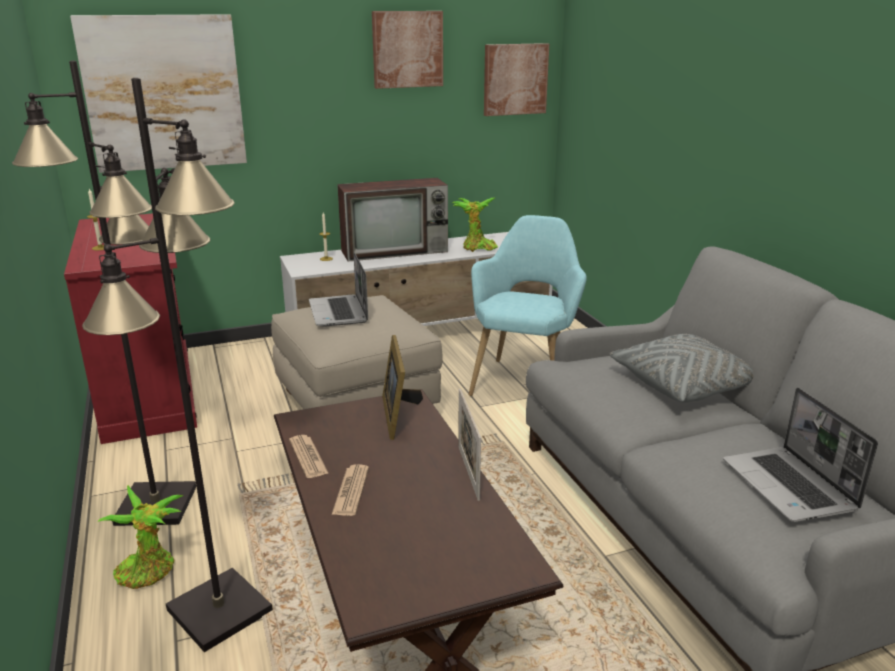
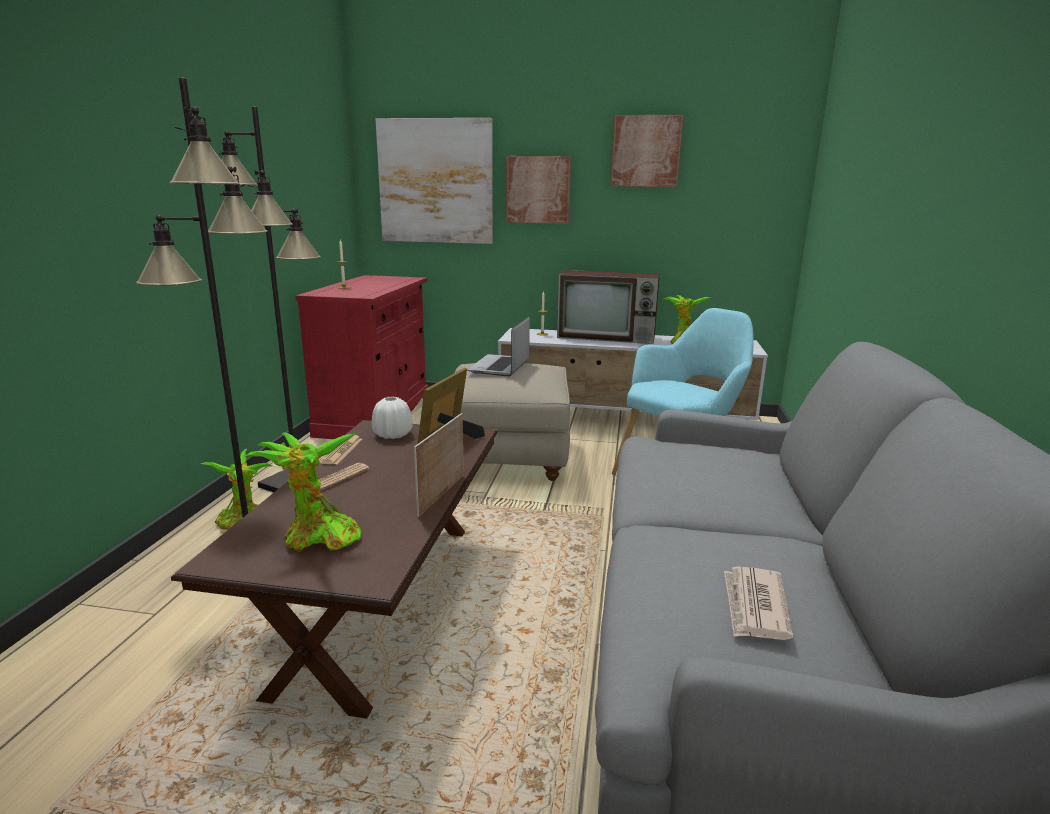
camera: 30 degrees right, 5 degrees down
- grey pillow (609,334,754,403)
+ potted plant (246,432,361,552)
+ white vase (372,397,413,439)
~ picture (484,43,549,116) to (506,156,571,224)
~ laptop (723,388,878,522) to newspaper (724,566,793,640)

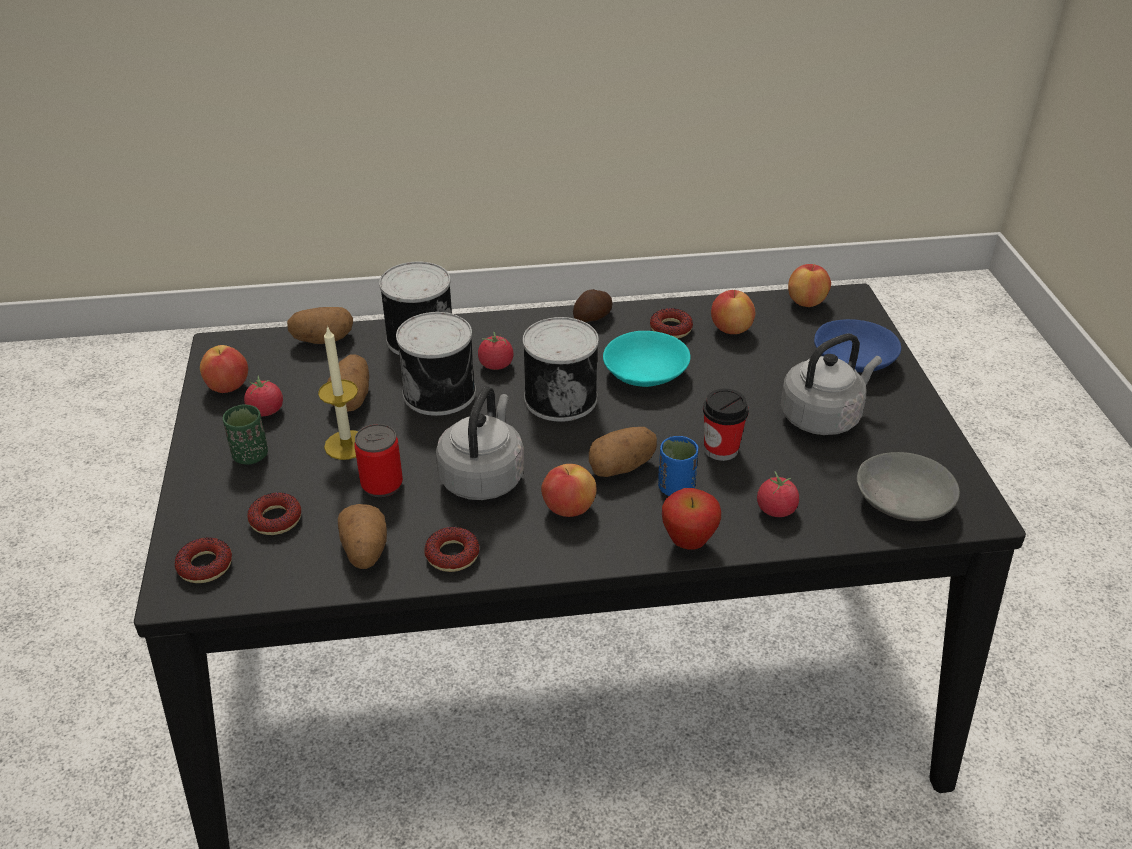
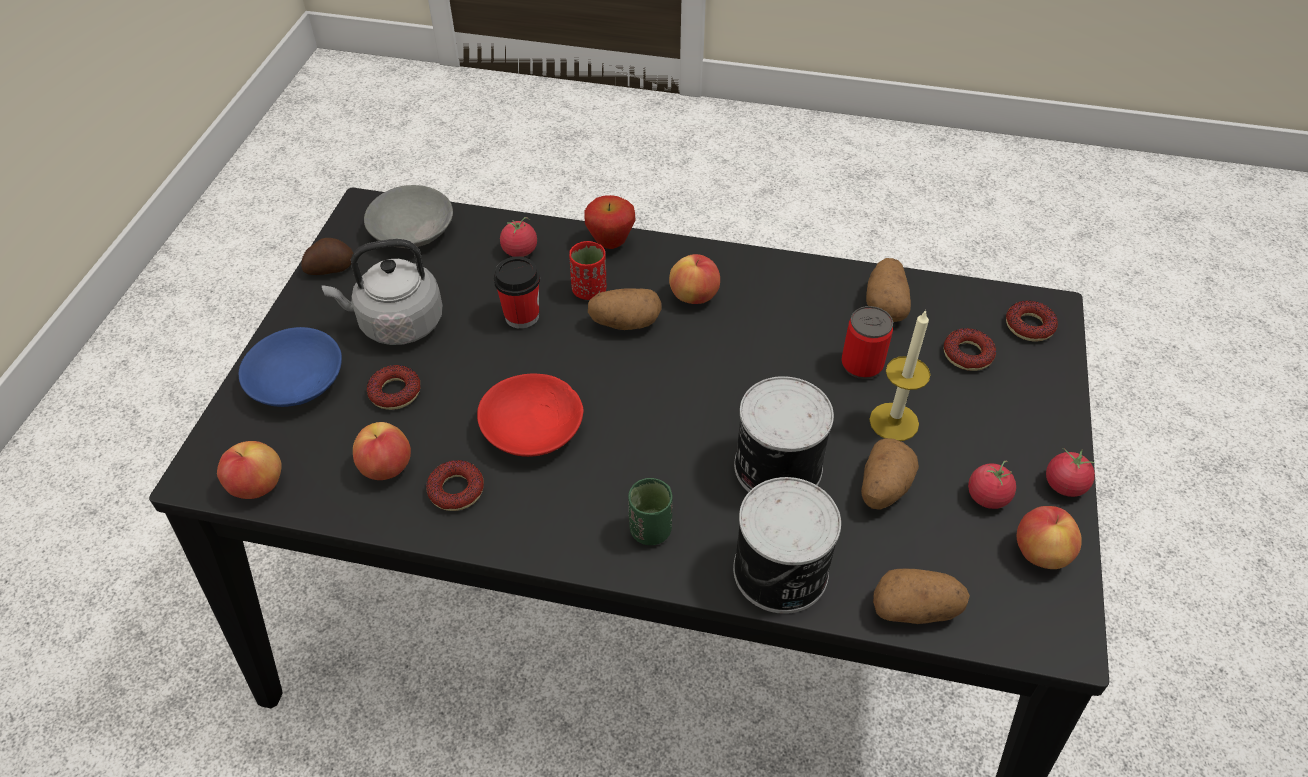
camera: 160 degrees left, 10 degrees up
- grey kettle (436,386,524,500)
- can (523,317,599,422)
~ green cup (223,404,268,465) to (628,478,673,545)
~ donut (424,527,479,572) to (367,365,420,410)
~ tomato (478,332,513,370) to (1046,448,1095,497)
~ potato (573,289,612,322) to (301,238,353,275)
~ turquoise bowl (603,331,691,387) to red bowl (477,374,584,457)
~ blue cup (658,436,698,496) to red cup (569,241,606,300)

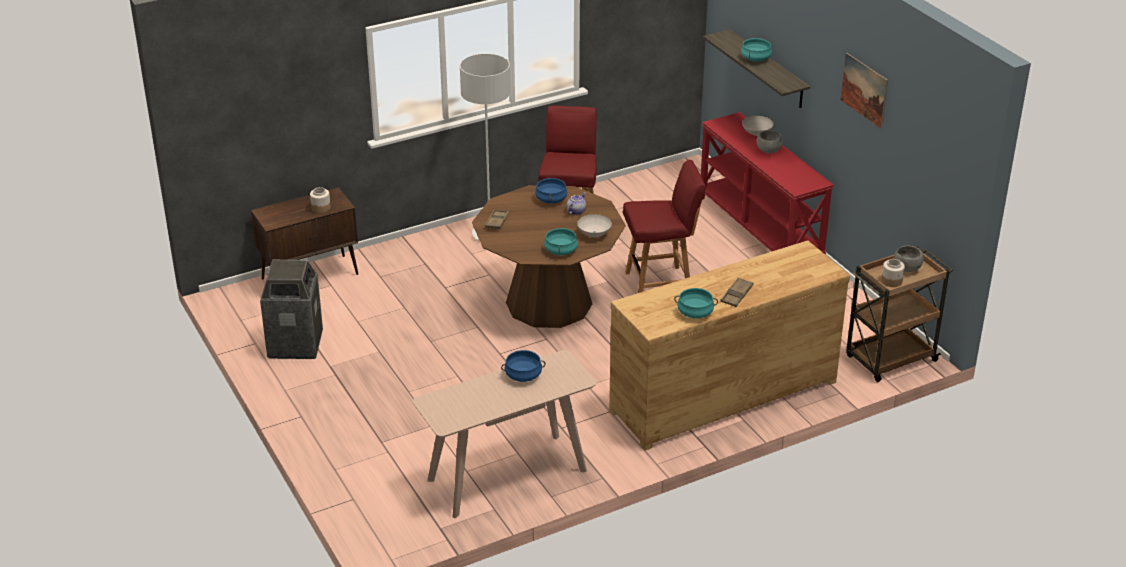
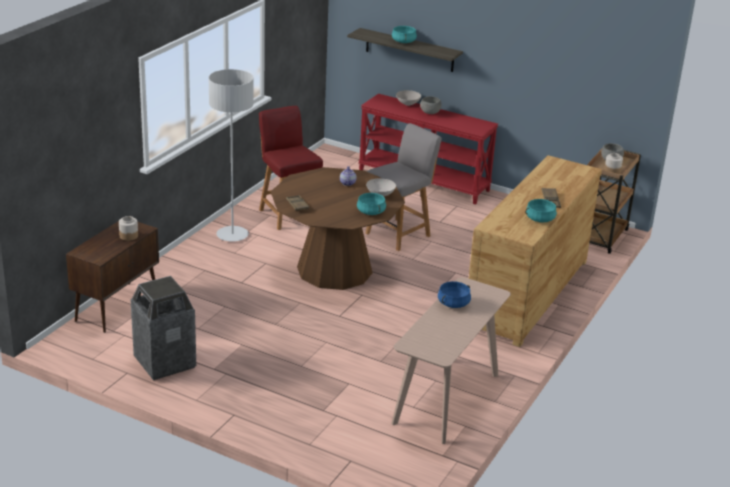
camera: 35 degrees left, 5 degrees down
- blue cooking pot (535,178,567,204)
- picture (841,53,888,128)
~ red chair (623,160,706,293) to grey chair (365,123,442,251)

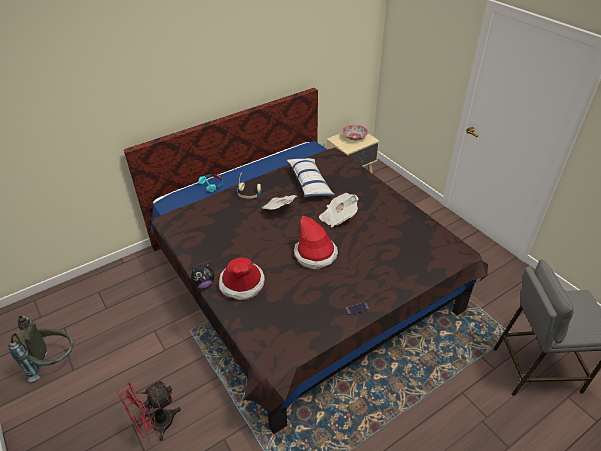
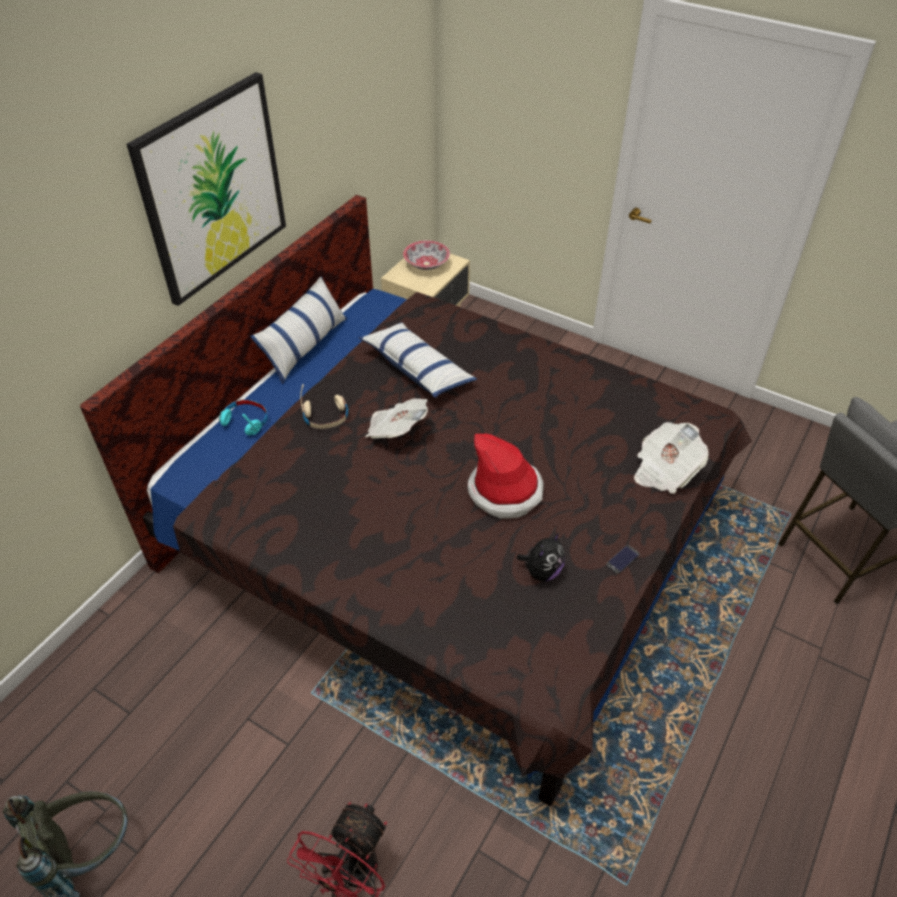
camera: 25 degrees left, 5 degrees up
- hat (219,258,265,300)
+ picture (127,72,286,306)
+ pillow (250,277,347,384)
~ plush toy (191,263,214,289) to (517,533,565,581)
~ newspaper (319,193,359,227) to (634,422,709,494)

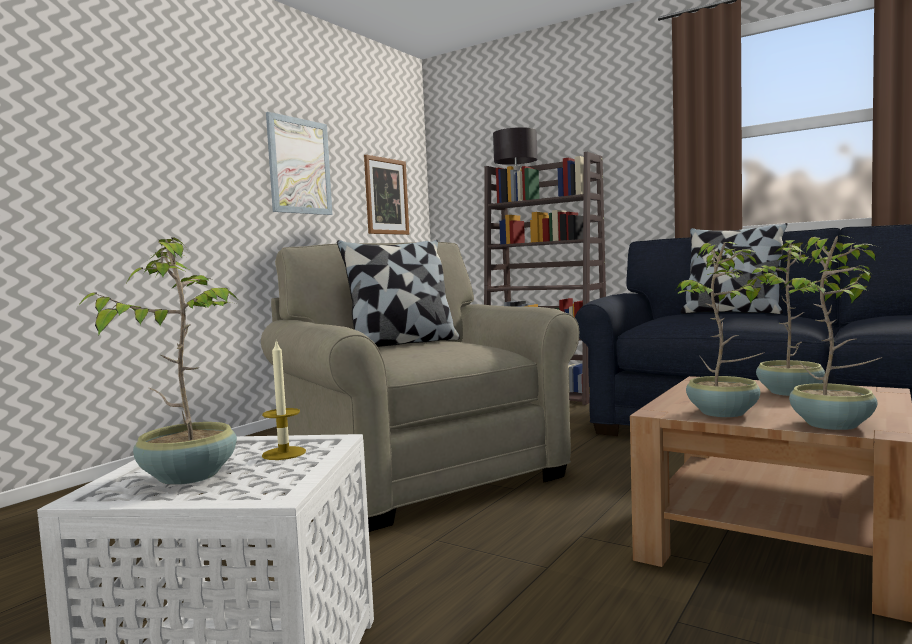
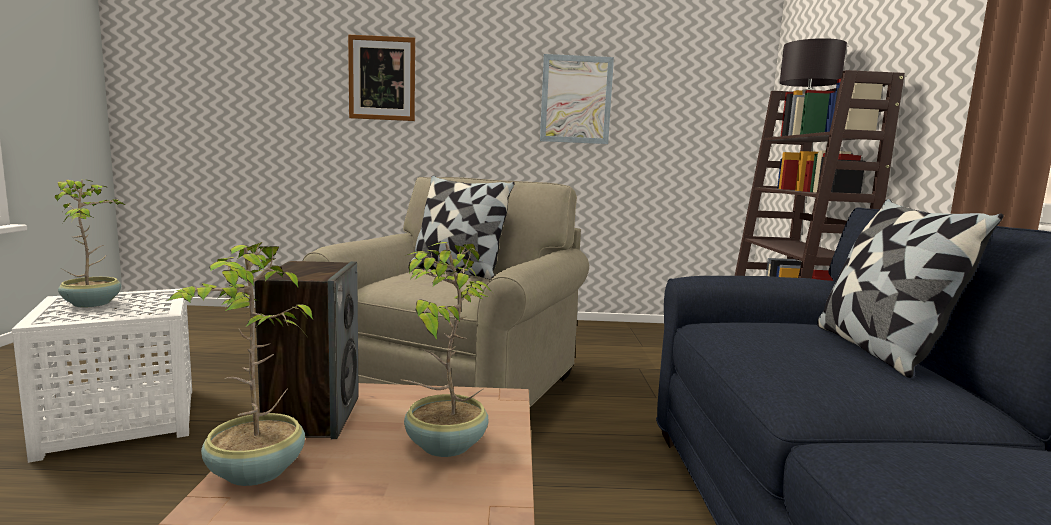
camera: 55 degrees right, 5 degrees up
- candle (262,339,306,460)
~ picture (364,155,409,235) to (348,35,415,121)
~ potted plant (676,242,767,417) to speaker (254,261,358,439)

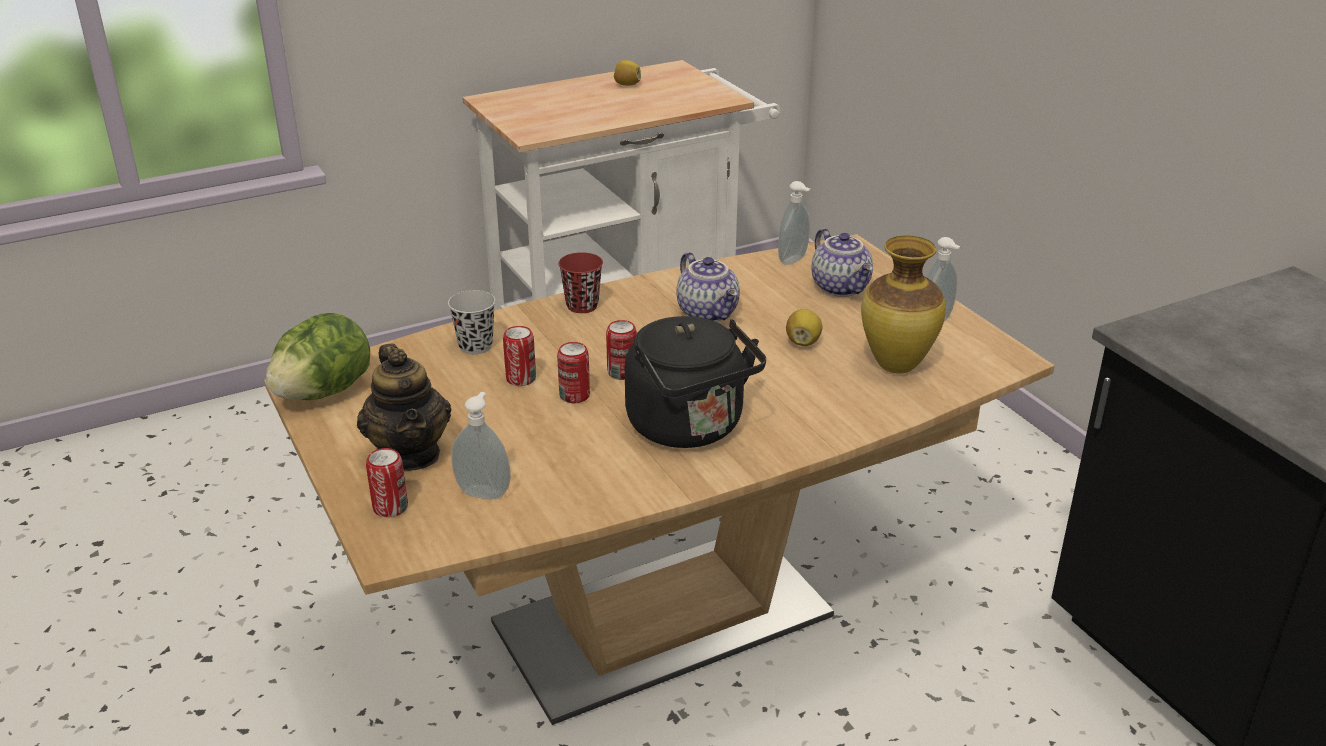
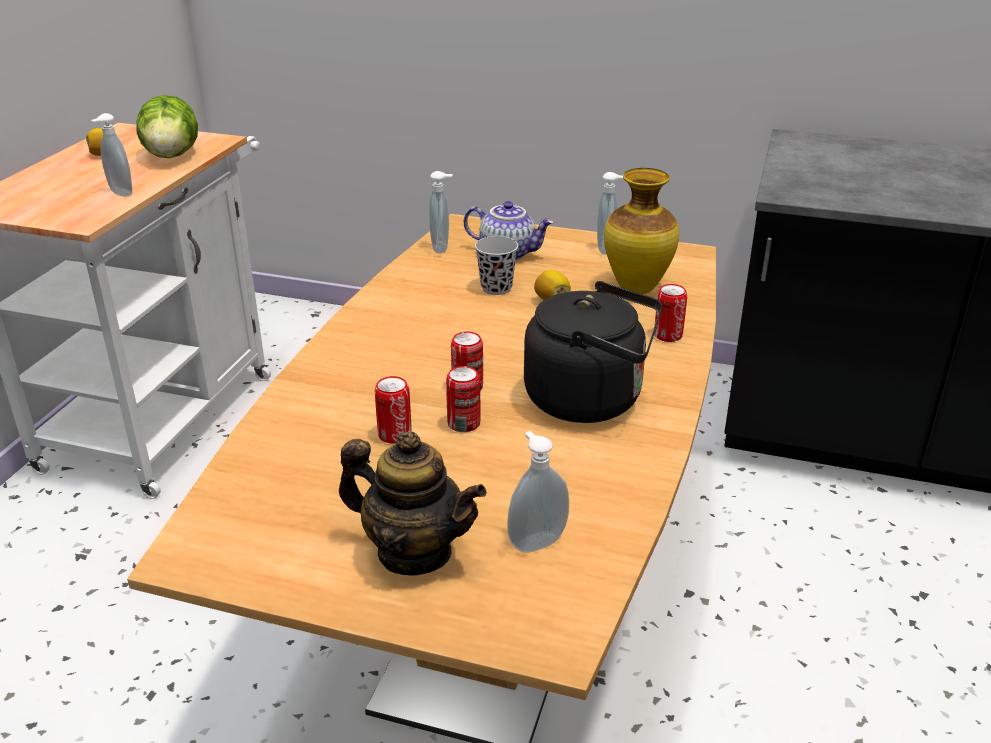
camera: 45 degrees left, 0 degrees up
- red cup (558,252,603,313)
- teapot (676,252,740,322)
+ soap dispenser (91,113,132,197)
~ lettuce (266,313,370,400) to (136,95,198,158)
~ can (366,448,408,517) to (654,284,687,342)
~ black cup (448,290,496,355) to (475,236,518,295)

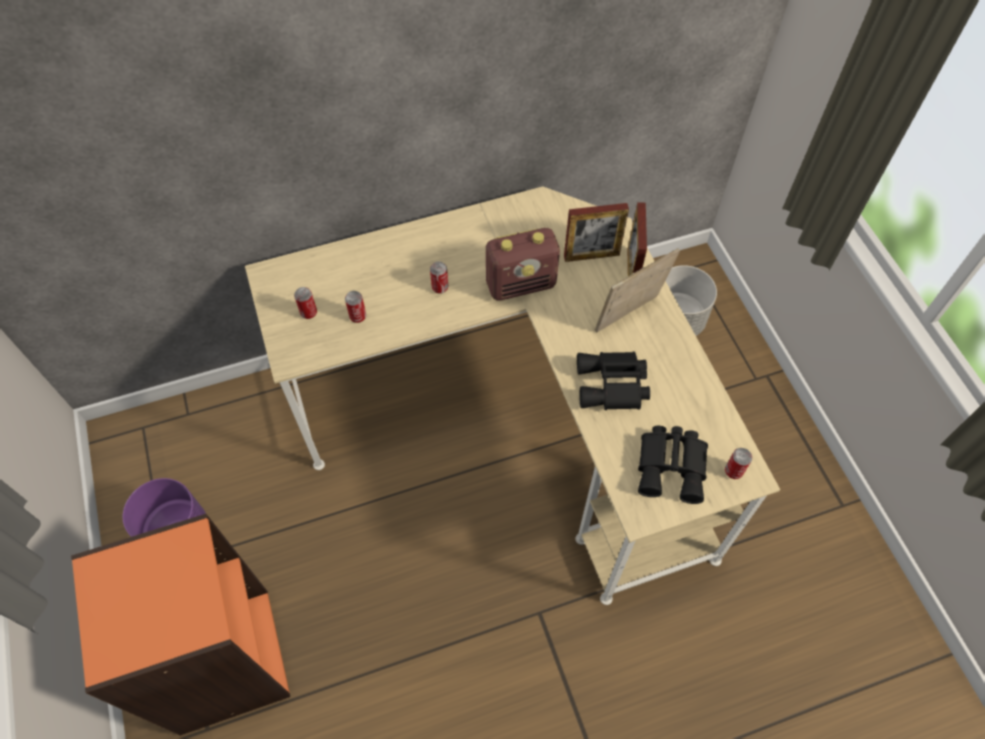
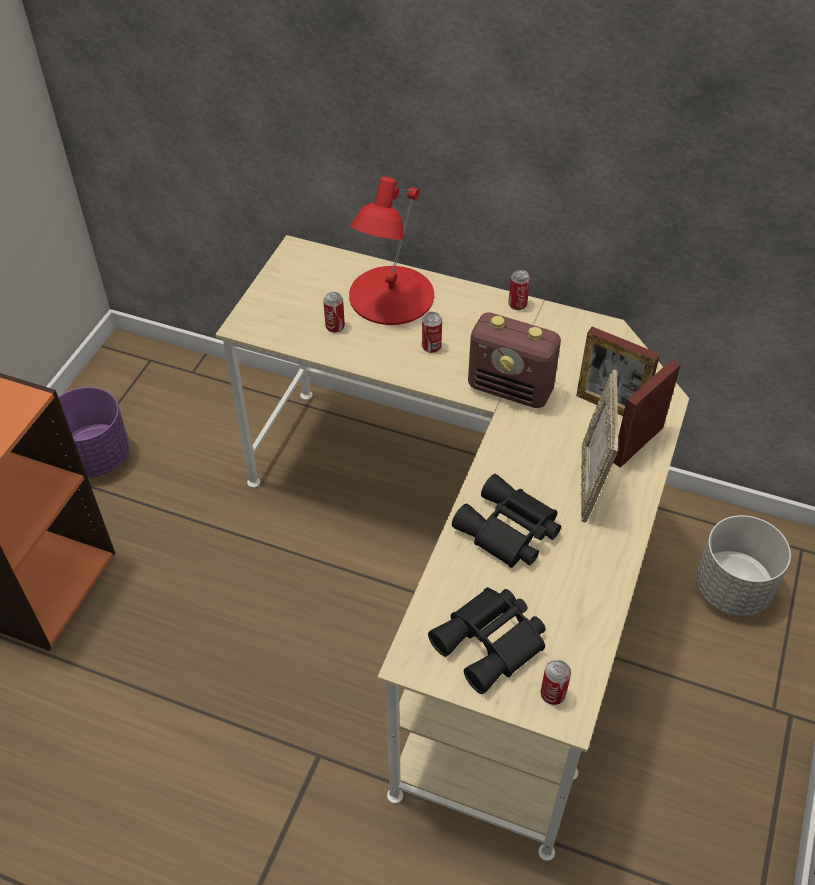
camera: 40 degrees right, 10 degrees down
+ red table lamp (349,176,434,325)
~ can (294,287,317,319) to (508,270,530,310)
~ picture frame (595,248,680,332) = (581,369,618,523) 90 degrees counterclockwise

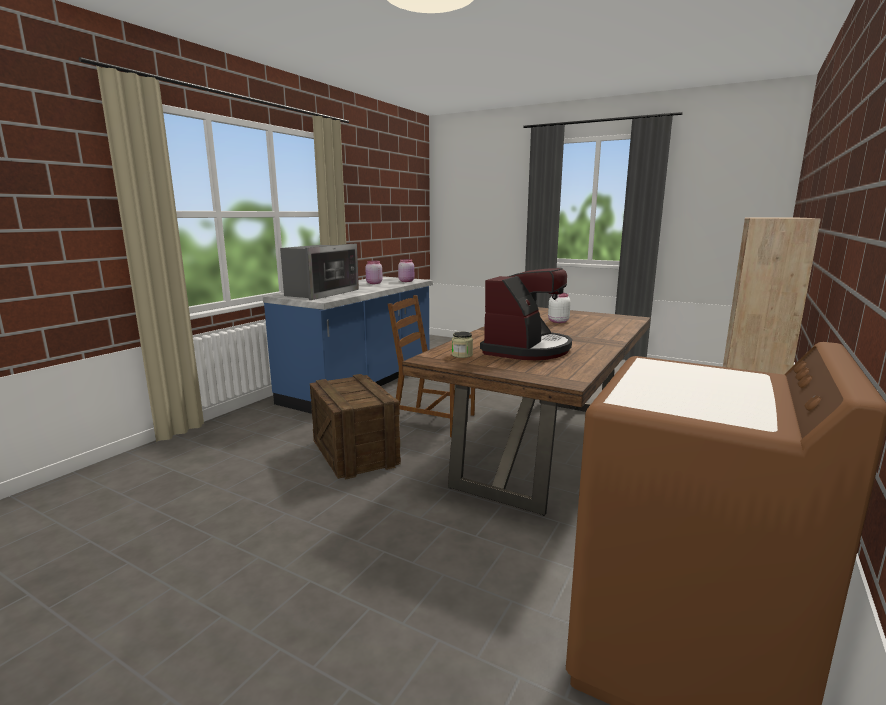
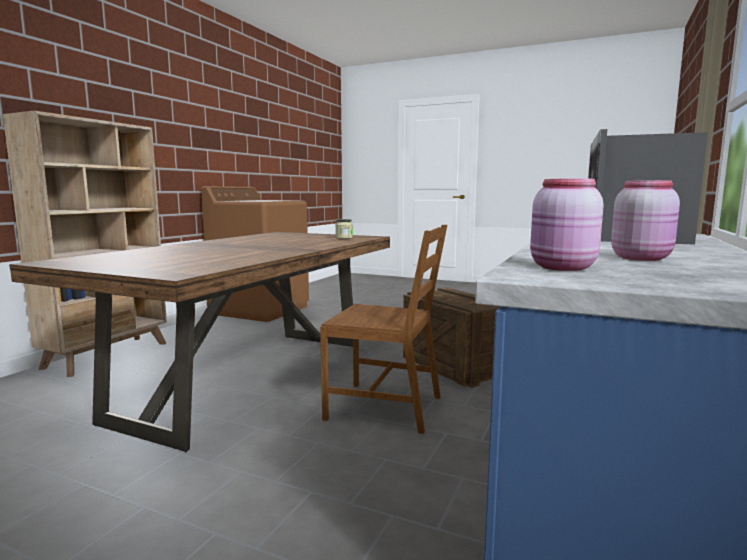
camera: 175 degrees right, 5 degrees down
- coffee machine (480,268,572,360)
- white jar (548,293,571,323)

